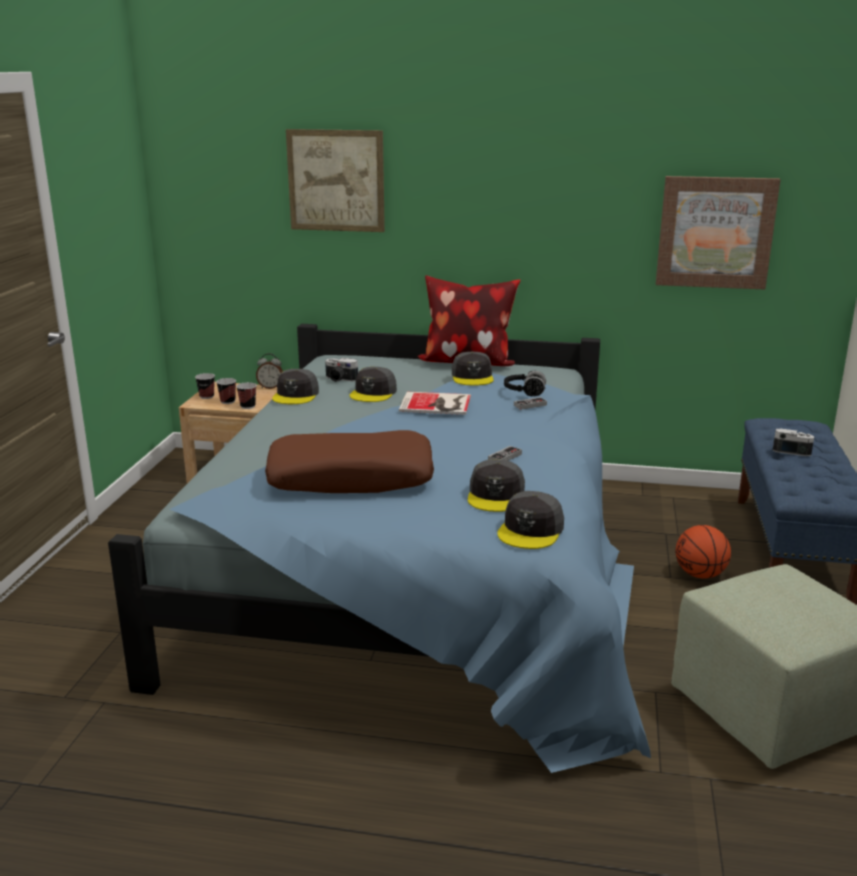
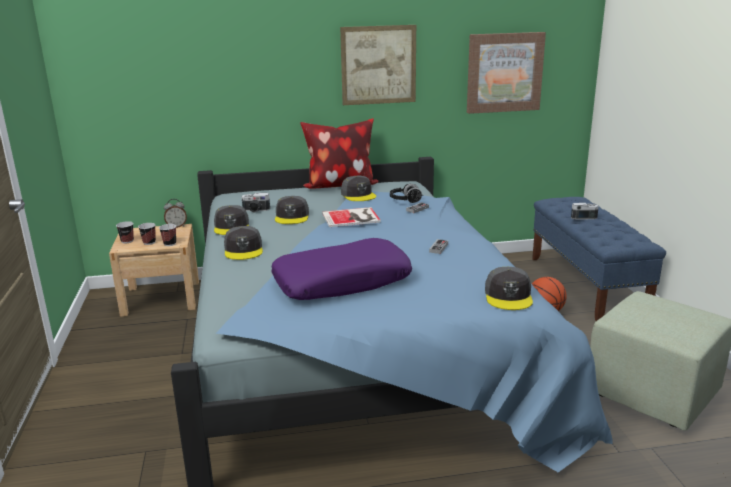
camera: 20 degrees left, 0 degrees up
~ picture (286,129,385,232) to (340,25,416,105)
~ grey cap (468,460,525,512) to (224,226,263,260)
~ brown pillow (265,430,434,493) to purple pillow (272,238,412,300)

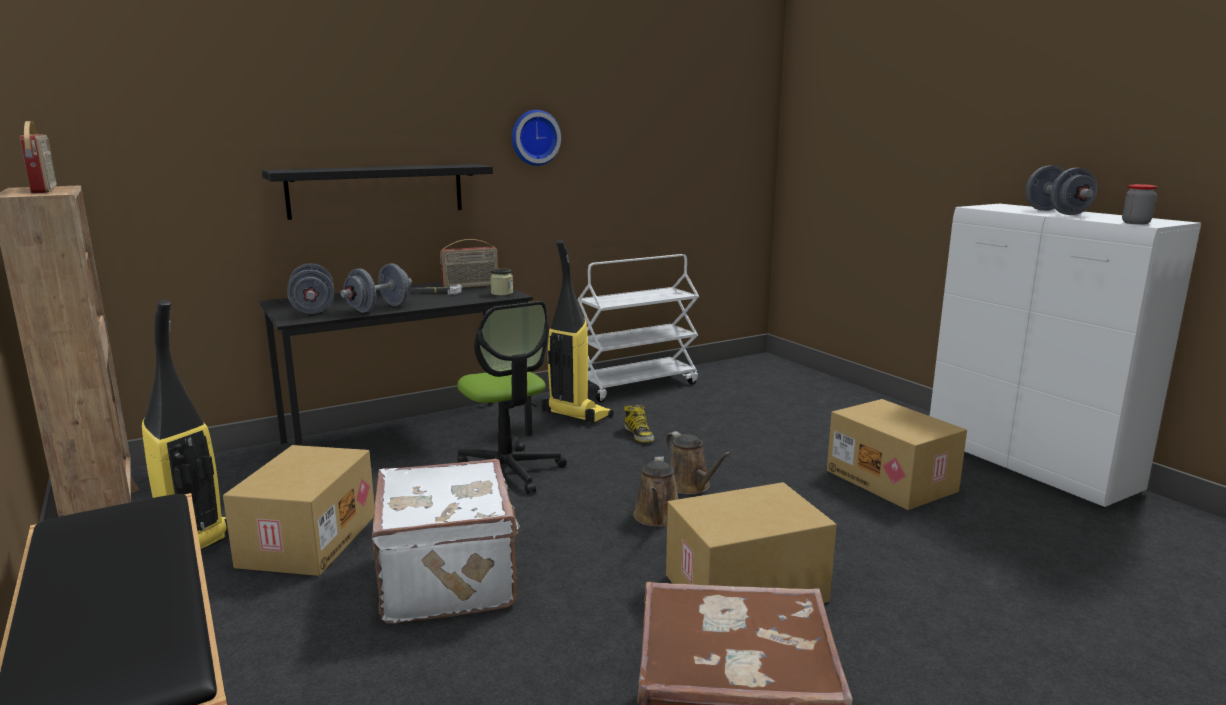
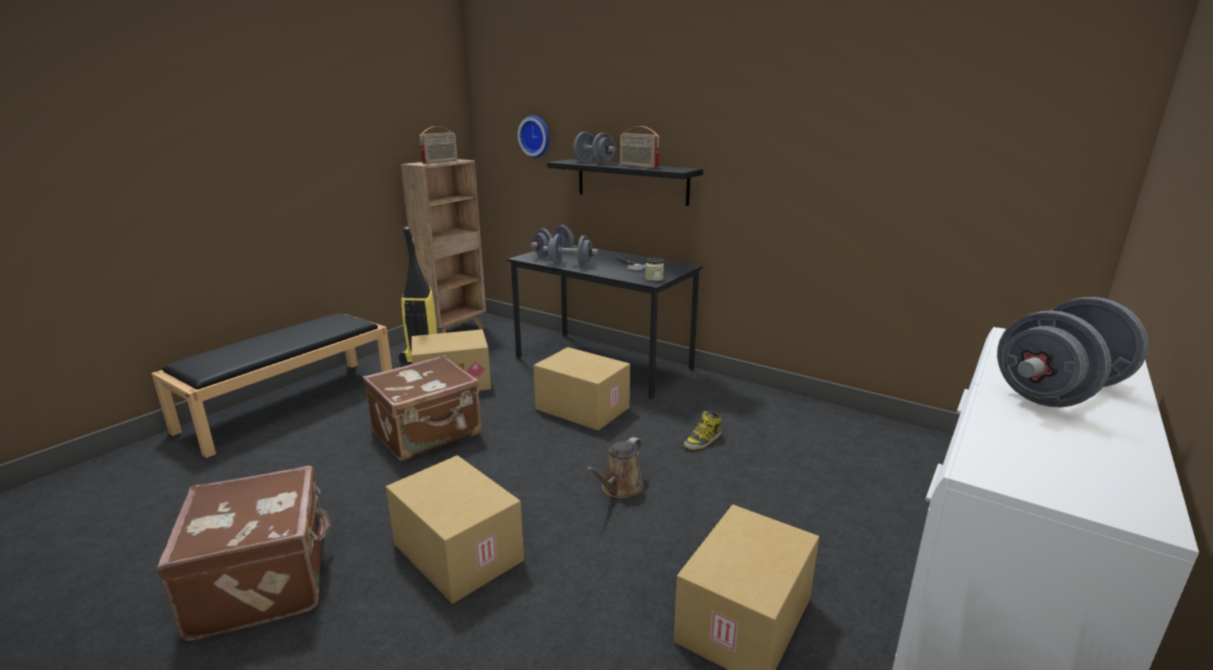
camera: 65 degrees right, 5 degrees up
- vacuum cleaner (542,240,614,424)
- white cart (577,254,699,402)
- brown watering can (633,457,678,527)
- jar (1122,184,1157,224)
+ grey dumbbell (573,132,616,164)
~ radio (440,239,498,288) to (620,126,660,168)
~ wall clock (512,110,561,166) to (517,115,550,158)
~ office chair (457,301,567,494) to cardboard box (534,347,630,430)
~ white suitcase (372,459,520,624) to brown suitcase (363,355,482,461)

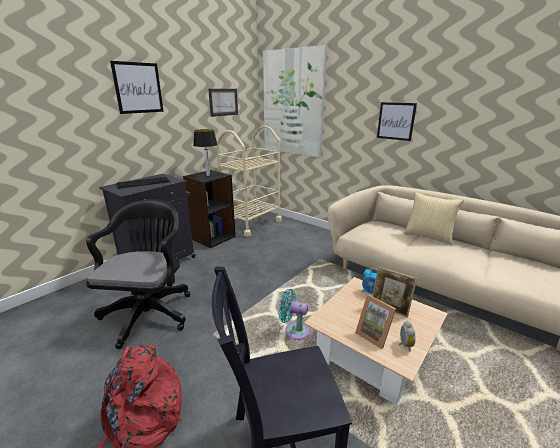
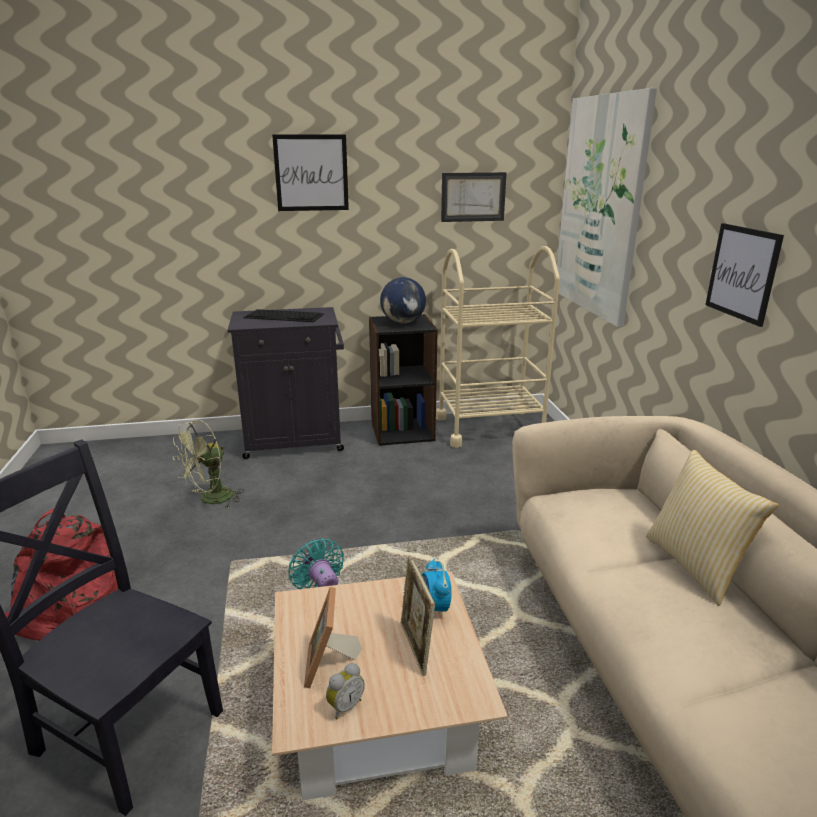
camera: 40 degrees right, 0 degrees up
~ black office chair (86,199,190,349) to green fan (173,420,244,507)
~ table lamp (193,129,217,176) to globe (380,277,426,324)

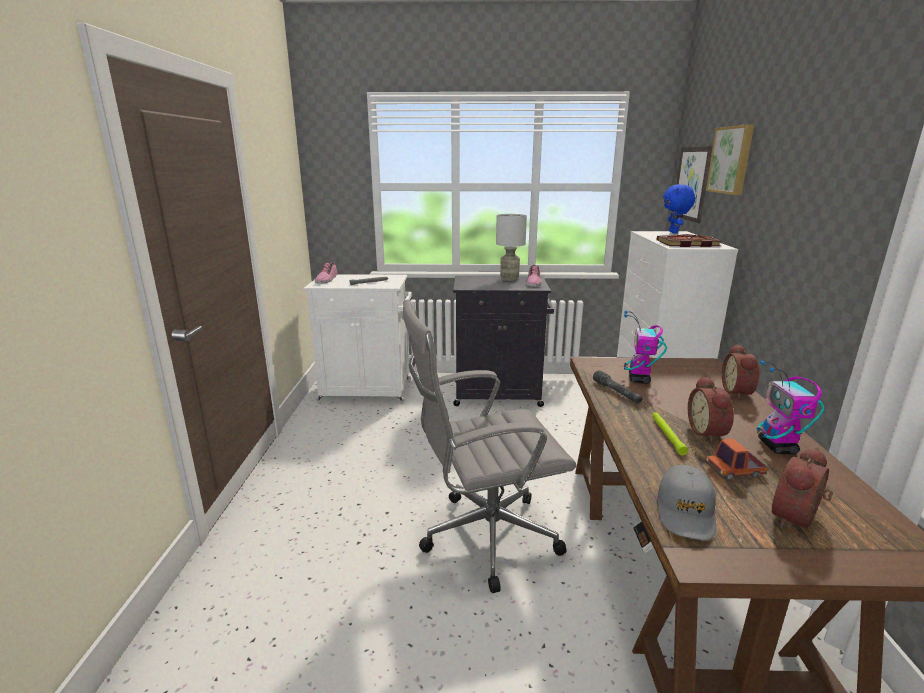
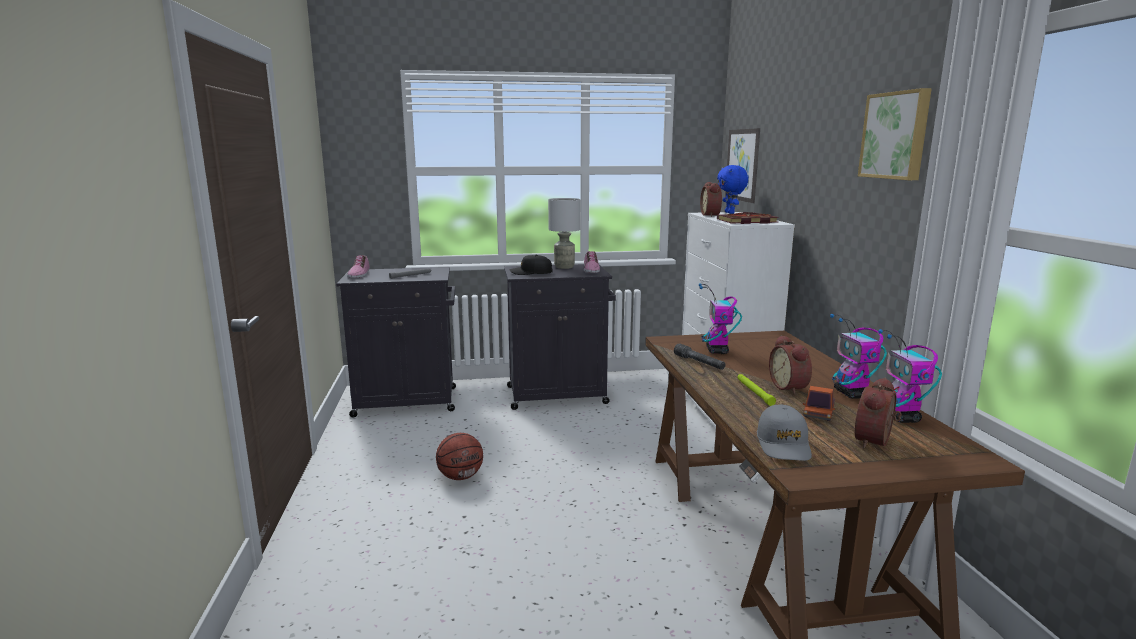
camera: 10 degrees left, 5 degrees down
- grey office chair (403,300,576,593)
+ basketball (436,433,483,480)
+ black cap (509,255,553,275)
+ toy robot (878,329,942,423)
~ picture (706,124,754,195) to (858,88,932,180)
~ alarm clock (722,344,759,399) to (700,182,722,217)
~ white cabinet (303,274,412,403) to black cabinet (336,267,456,418)
~ toy truck (706,439,768,480) = (803,386,835,421) 45 degrees counterclockwise

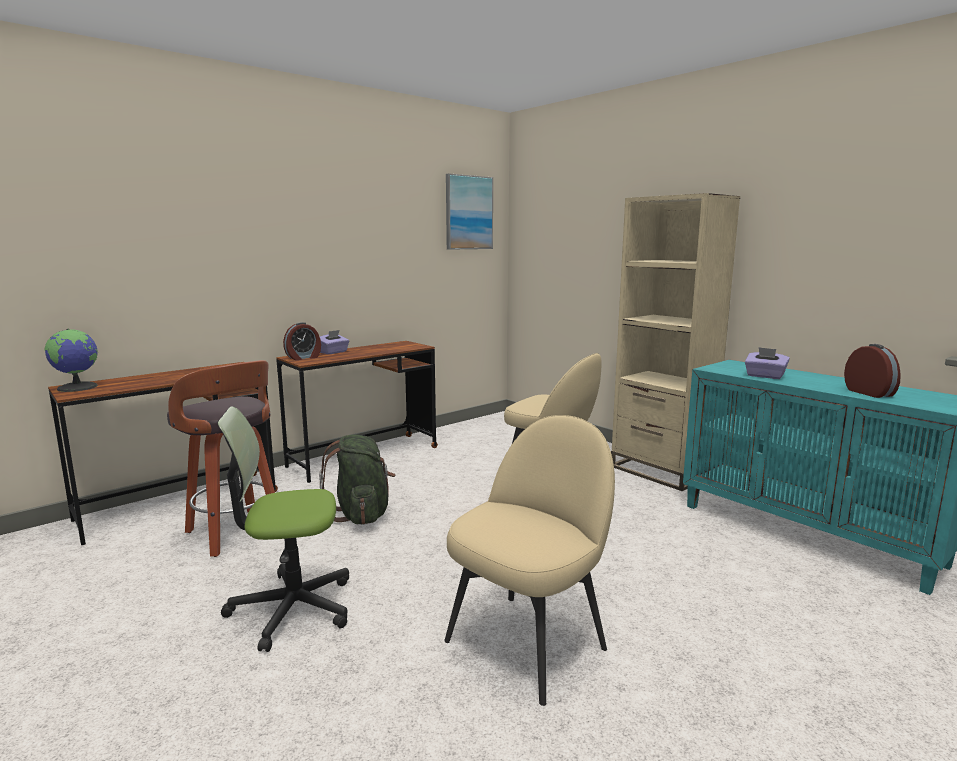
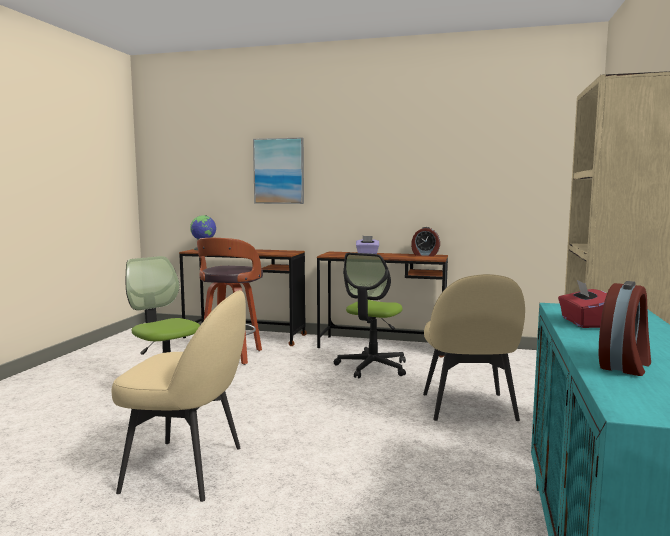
camera: 55 degrees right, 5 degrees down
- green backpack (319,434,395,525)
+ office chair (334,253,406,378)
~ alarm clock (283,322,321,360) to (411,227,440,256)
~ picture (446,173,493,250) to (253,137,304,204)
~ purple tissue box (745,347,790,379) to red tissue box (558,280,607,328)

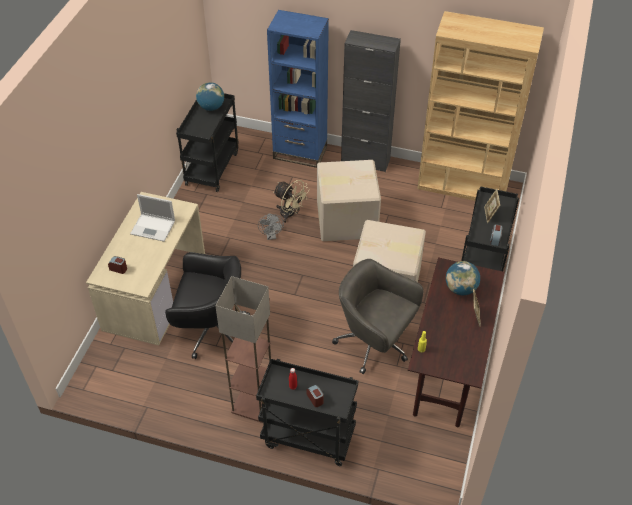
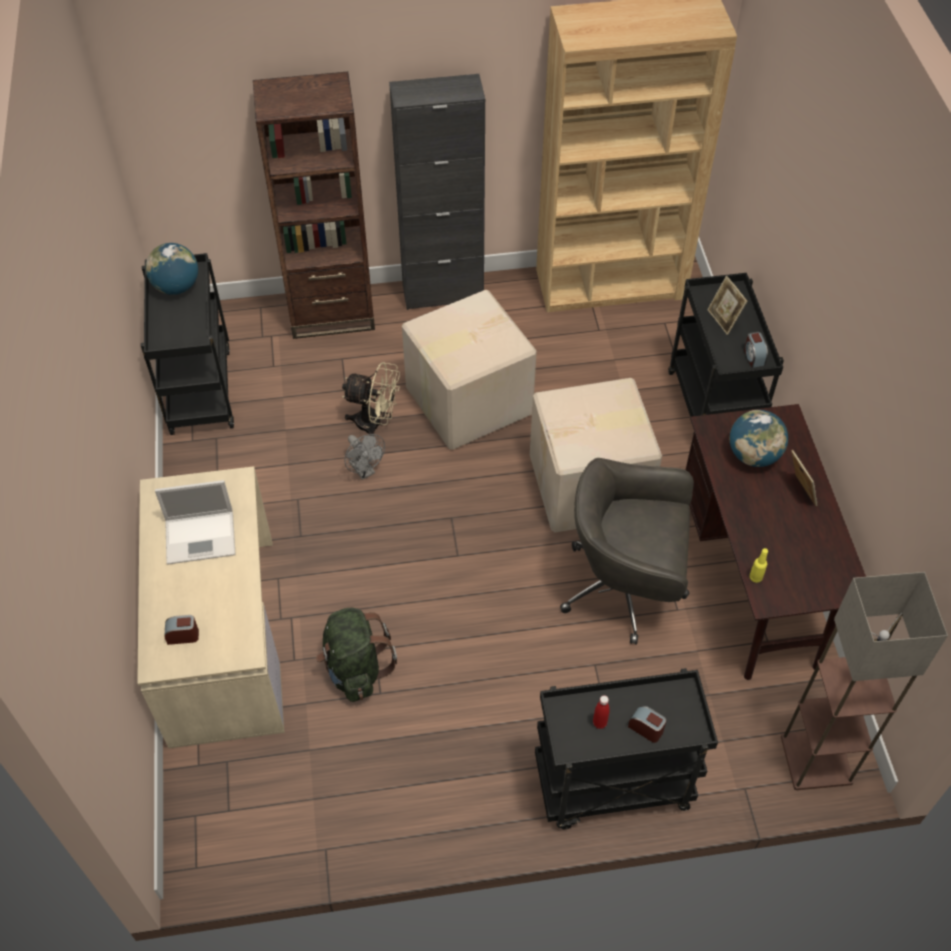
camera: 25 degrees left, 5 degrees up
~ floor lamp (215,276,271,423) to (781,572,948,790)
~ black office chair (165,252,250,359) to green backpack (316,608,397,702)
~ blue bookcase (267,10,329,168) to brown bookcase (253,72,375,339)

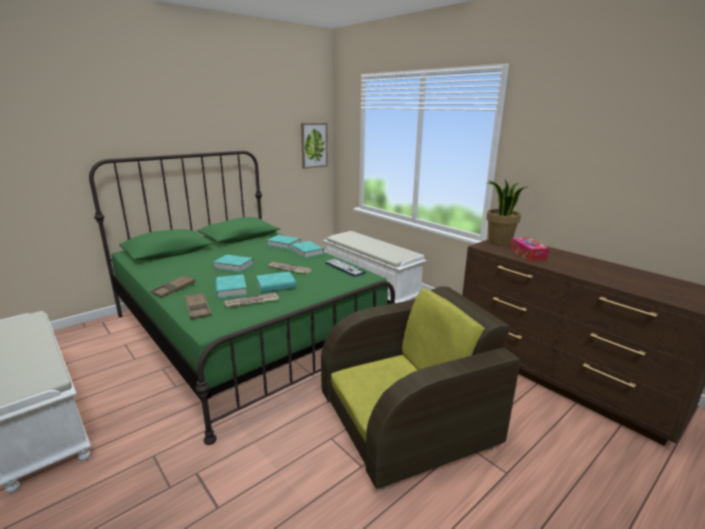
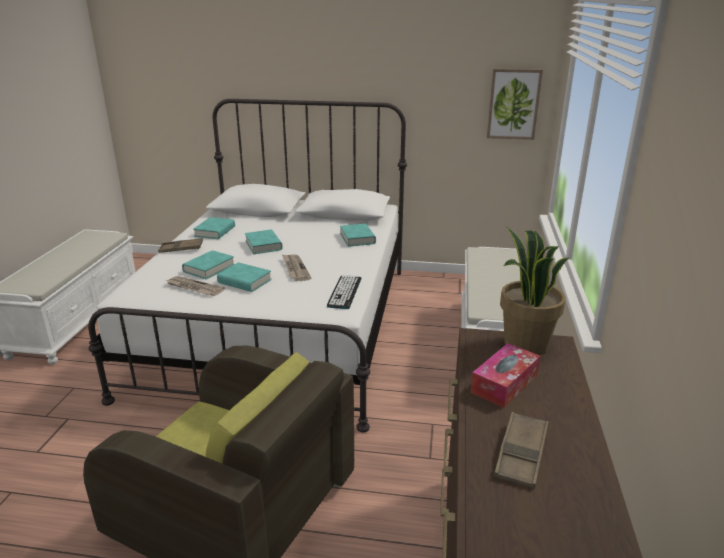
camera: 50 degrees right, 5 degrees up
~ brown tray (185,293,211,320) to (493,412,549,489)
~ turquoise book (291,241,324,259) to (193,217,235,239)
~ green bed (89,151,395,445) to white bed (88,99,407,433)

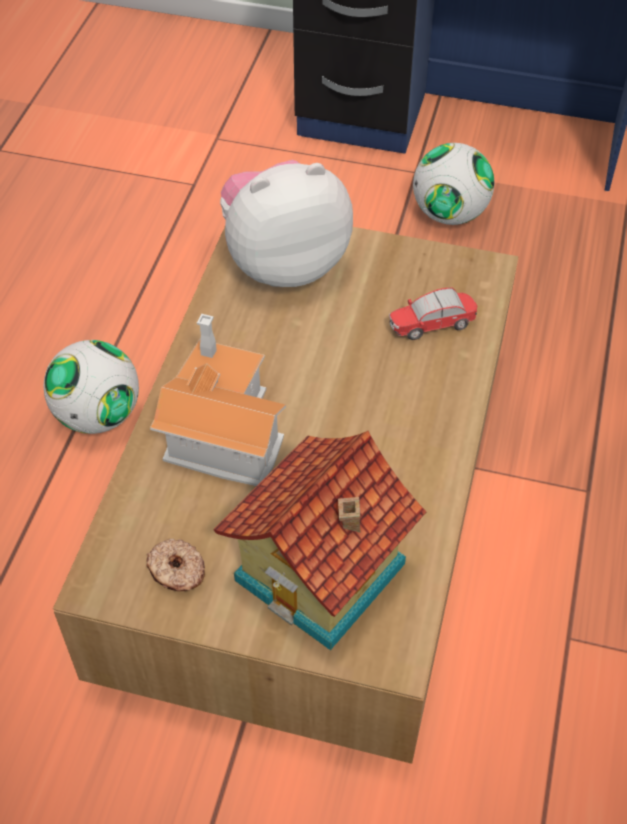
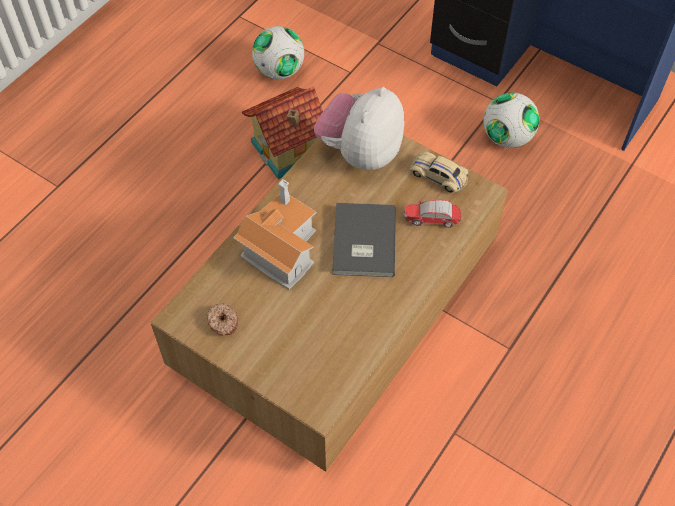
camera: 20 degrees right, 5 degrees up
+ grey book (333,203,396,277)
+ beige toy car (409,151,468,192)
~ football (43,340,139,434) to (252,26,304,79)
~ toy house (213,431,426,650) to (242,86,323,179)
~ plush toy (220,160,353,287) = (314,87,404,171) 60 degrees counterclockwise

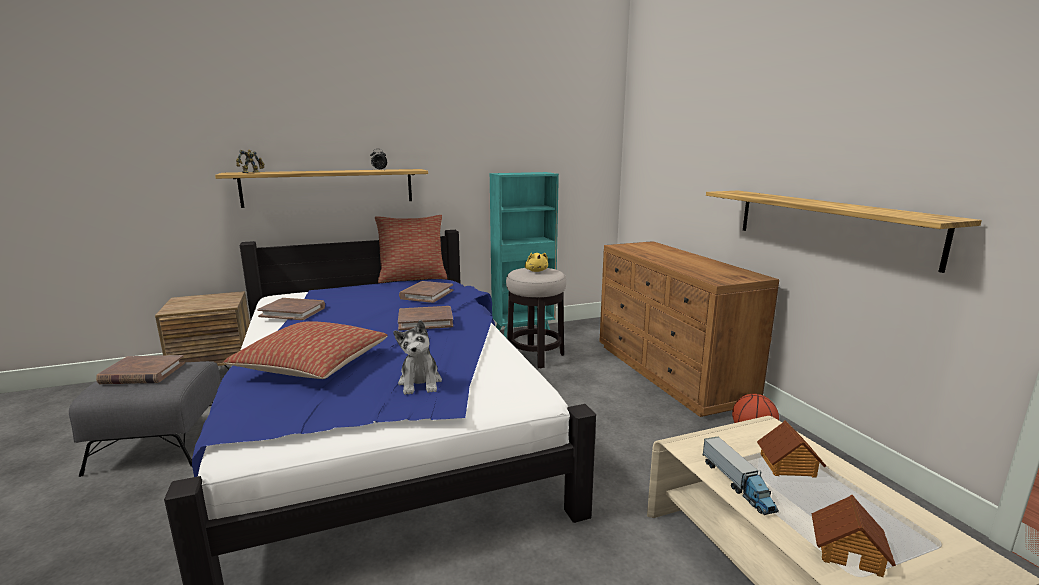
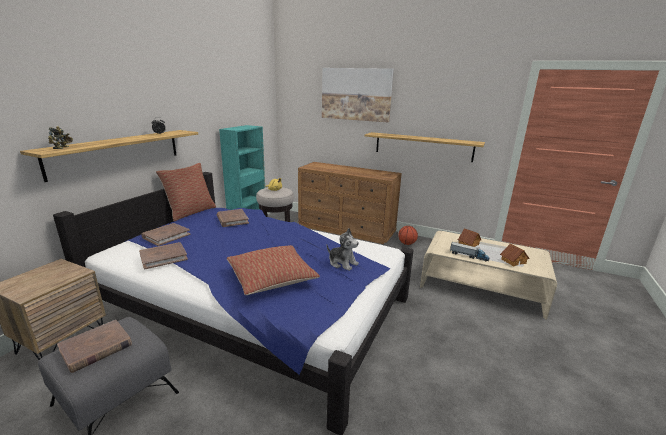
camera: 45 degrees left, 5 degrees up
+ picture (322,68,394,122)
~ brown book (398,306,453,331) to (142,223,190,246)

